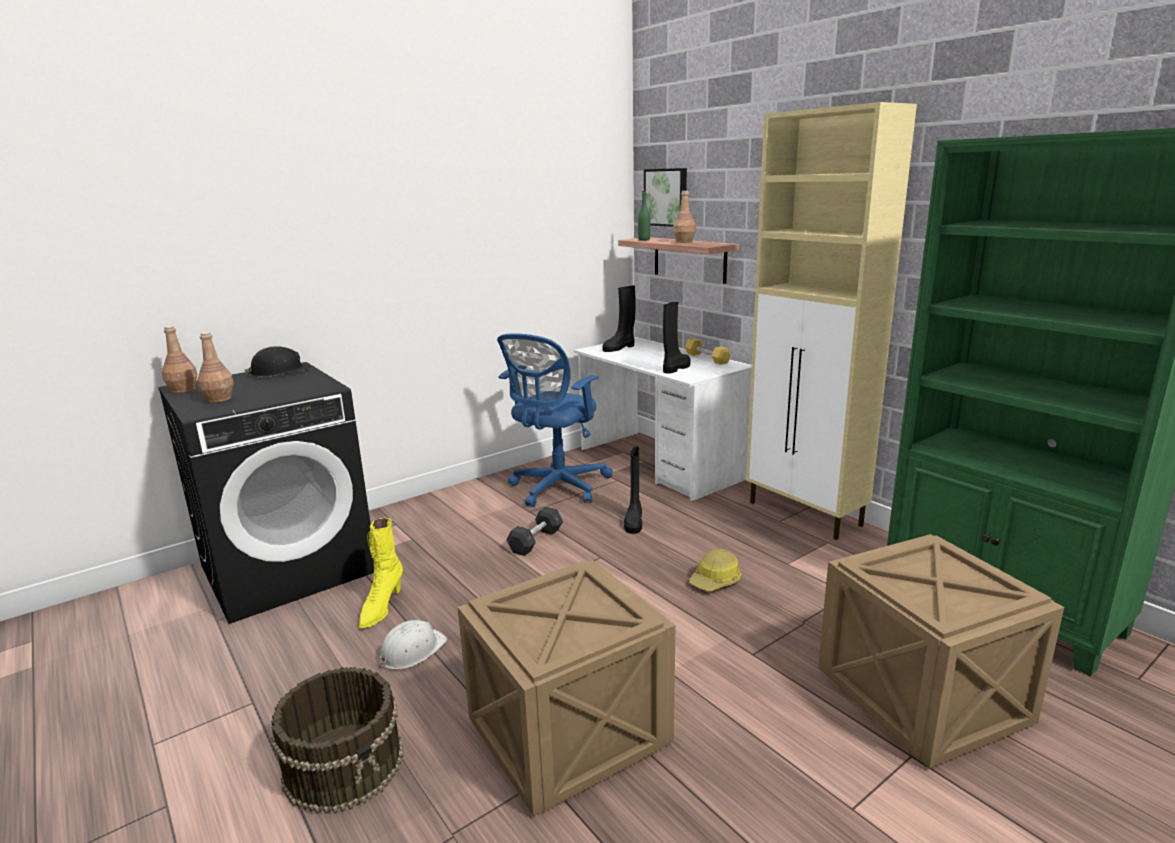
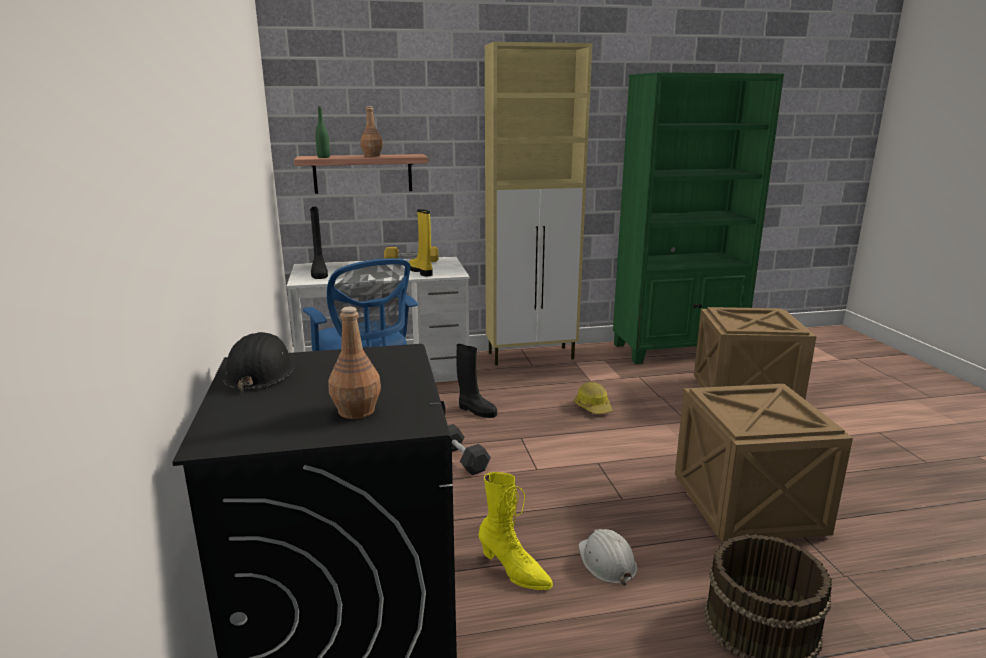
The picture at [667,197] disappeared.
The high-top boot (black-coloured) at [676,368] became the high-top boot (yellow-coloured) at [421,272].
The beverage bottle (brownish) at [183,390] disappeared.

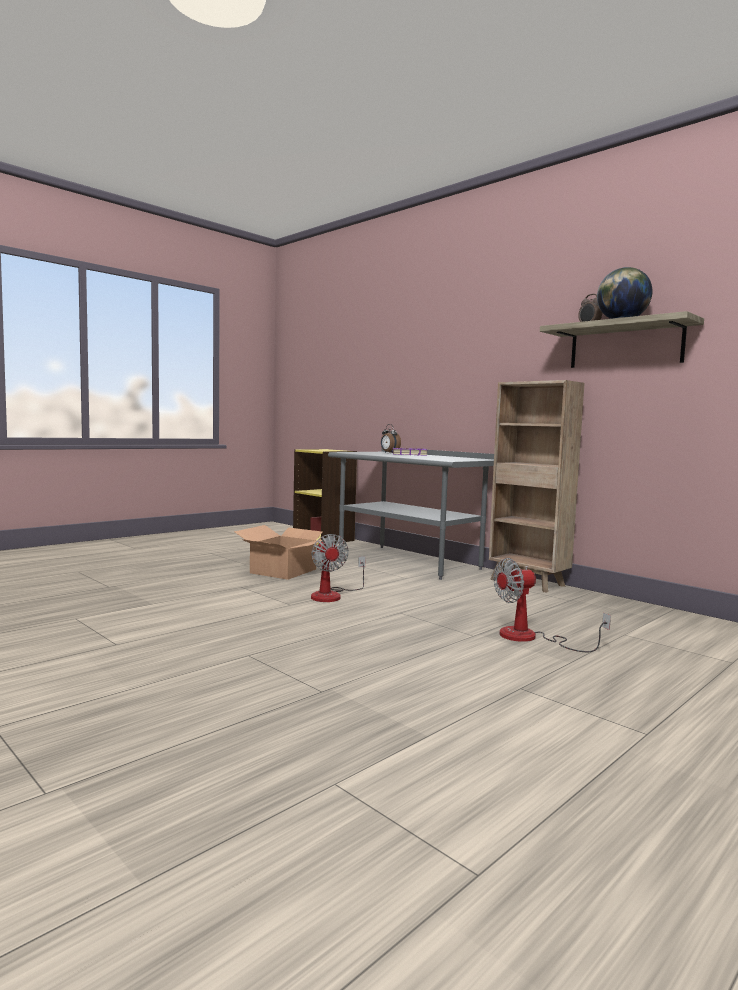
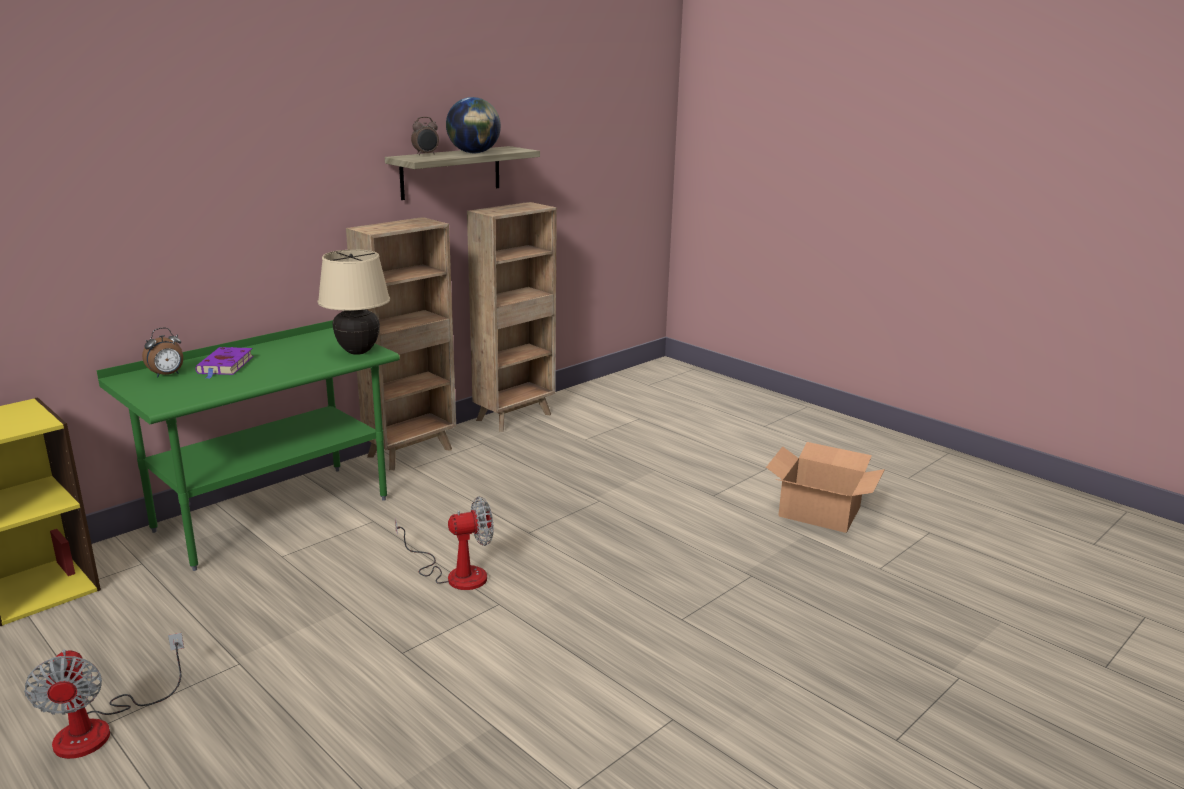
The desk unit (grey) at [408,561] became the desk unit (greenish) at [273,514].
The cardboard box moved from [284,571] to [819,511].
The fan moved from [531,638] to [101,728].
The bookcase (brownish) at [515,417] appeared.
The tabletop lamp (beige-coloured) at [358,351] appeared.

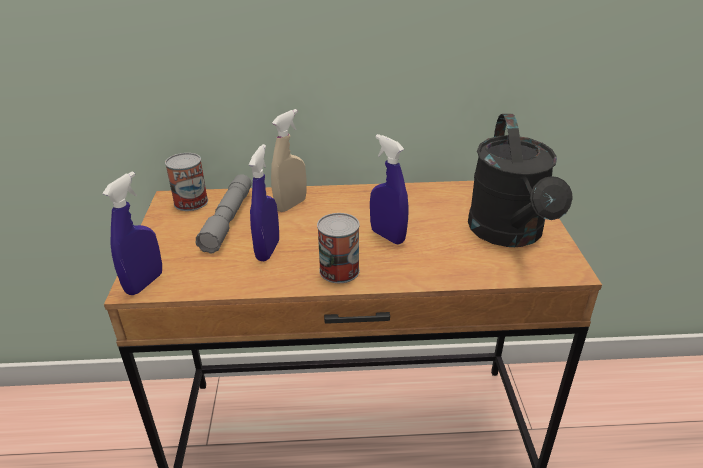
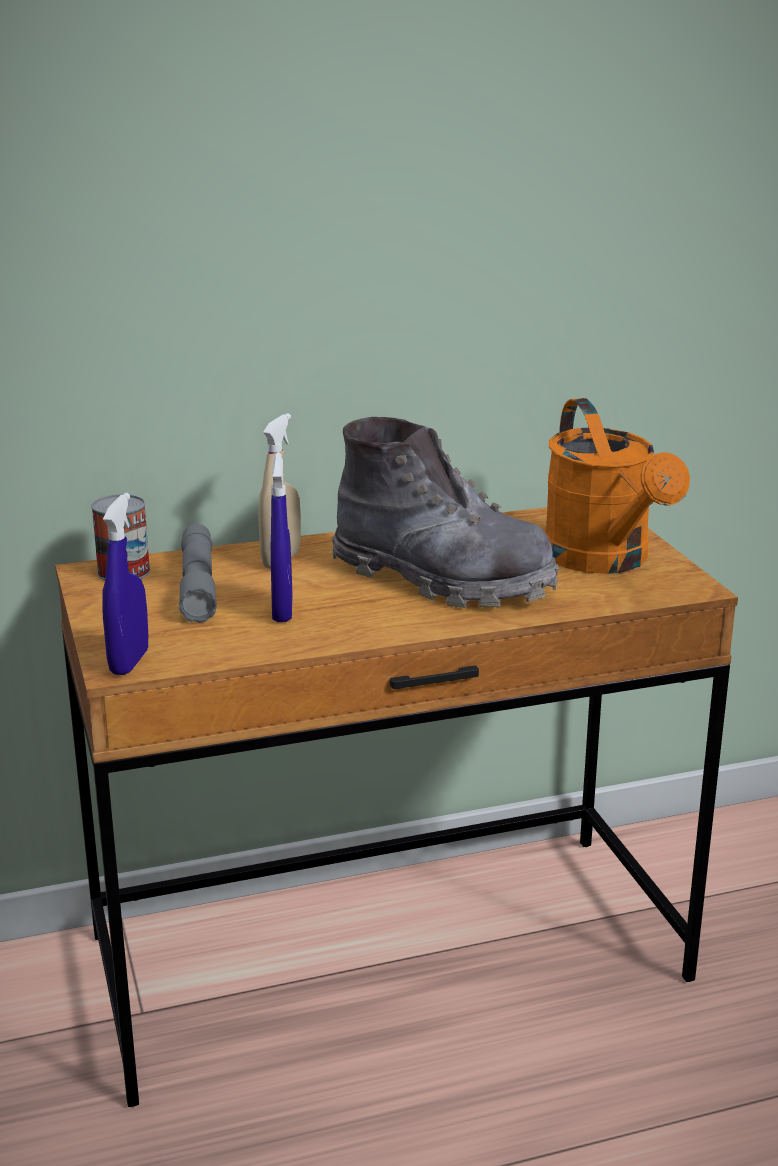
The watering can (black-coloured) at [509,234] became the watering can (orange) at [605,561].
The sprayer (blue) at [387,236] was replaced by the high-top boot (grey) at [442,579].
The can at [339,270] disappeared.

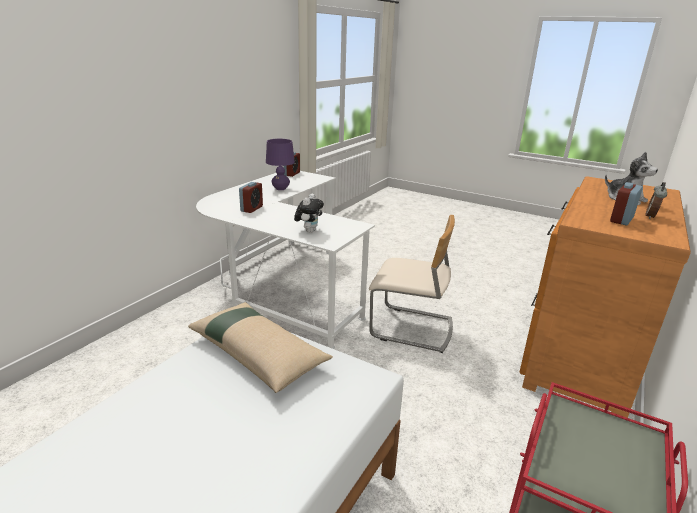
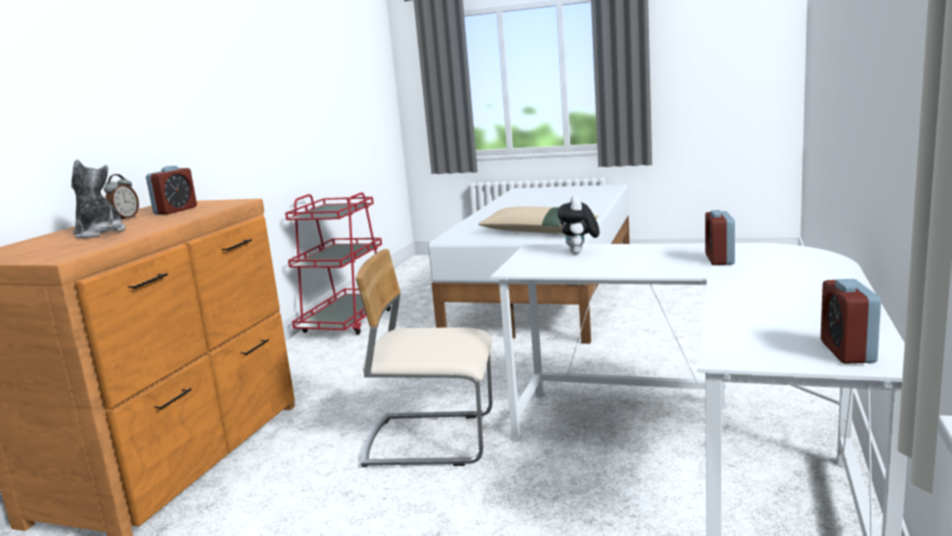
The tabletop lamp (purple) at [281,188] disappeared.

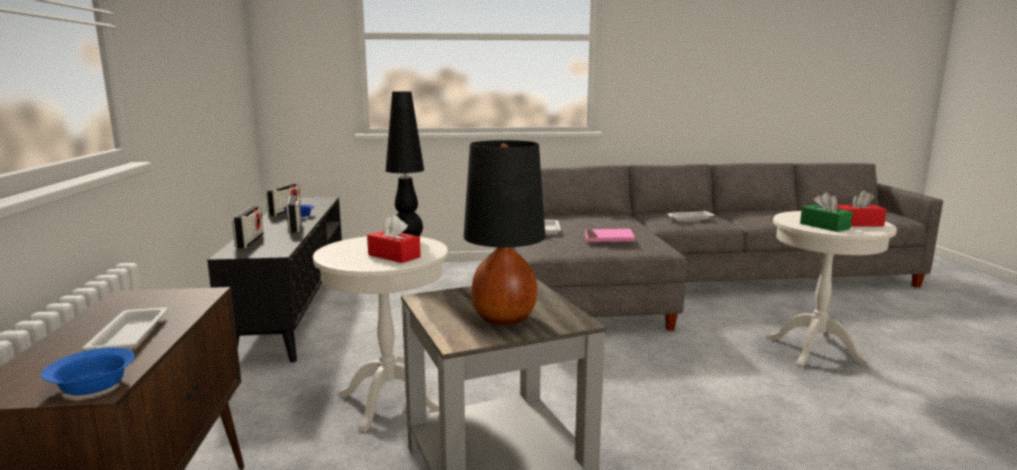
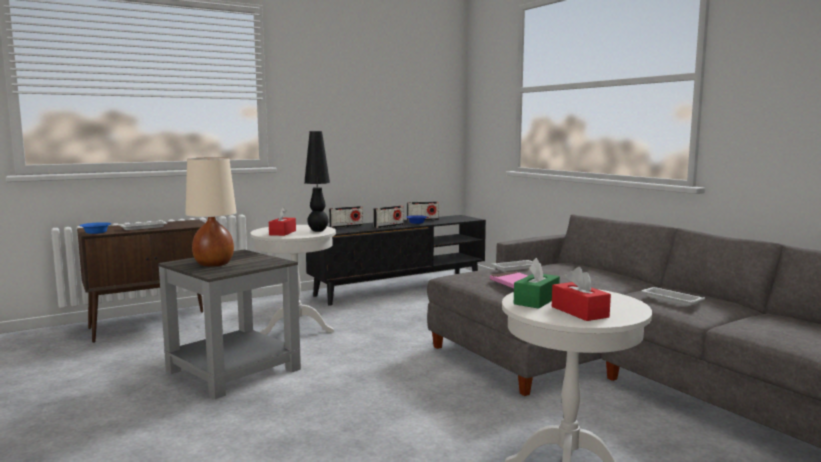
The tabletop lamp (black-coloured) at [503,318] became the tabletop lamp (beige-coloured) at [213,264].

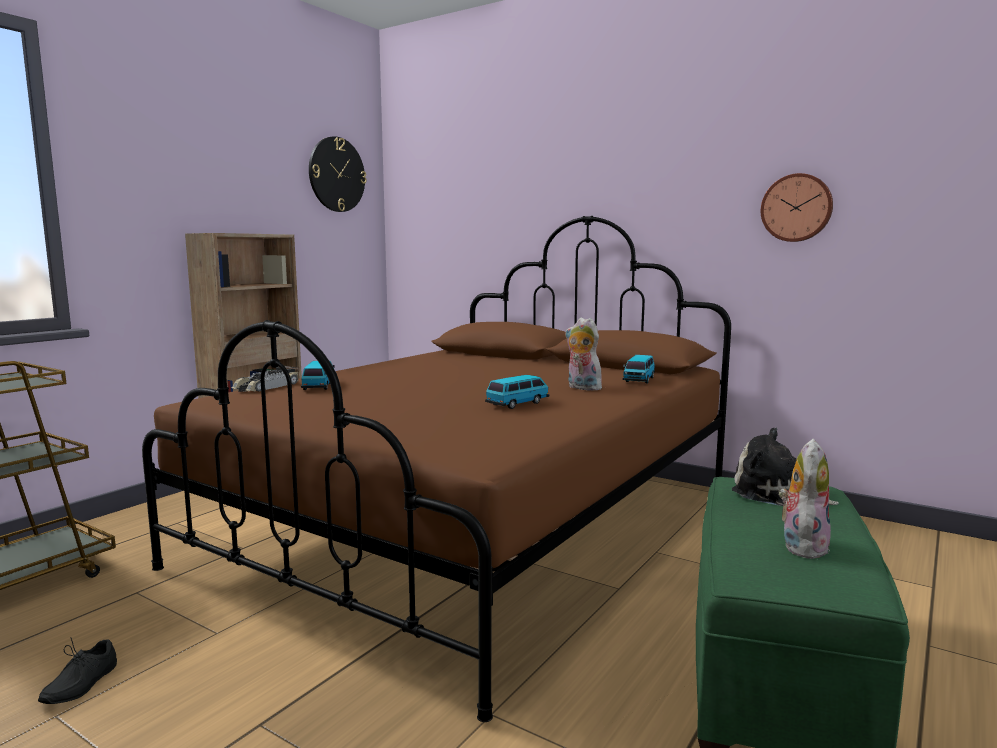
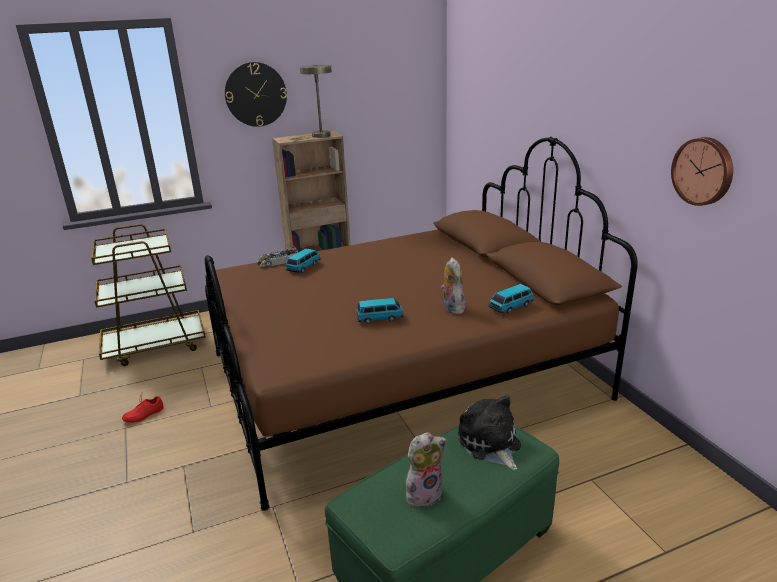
The hanging clock moved from [336,174] to [256,94].
The item of footwear (black-coloured) at [78,684] became the item of footwear (red) at [143,414].
The tabletop lamp (beige-coloured) at [318,136] appeared.

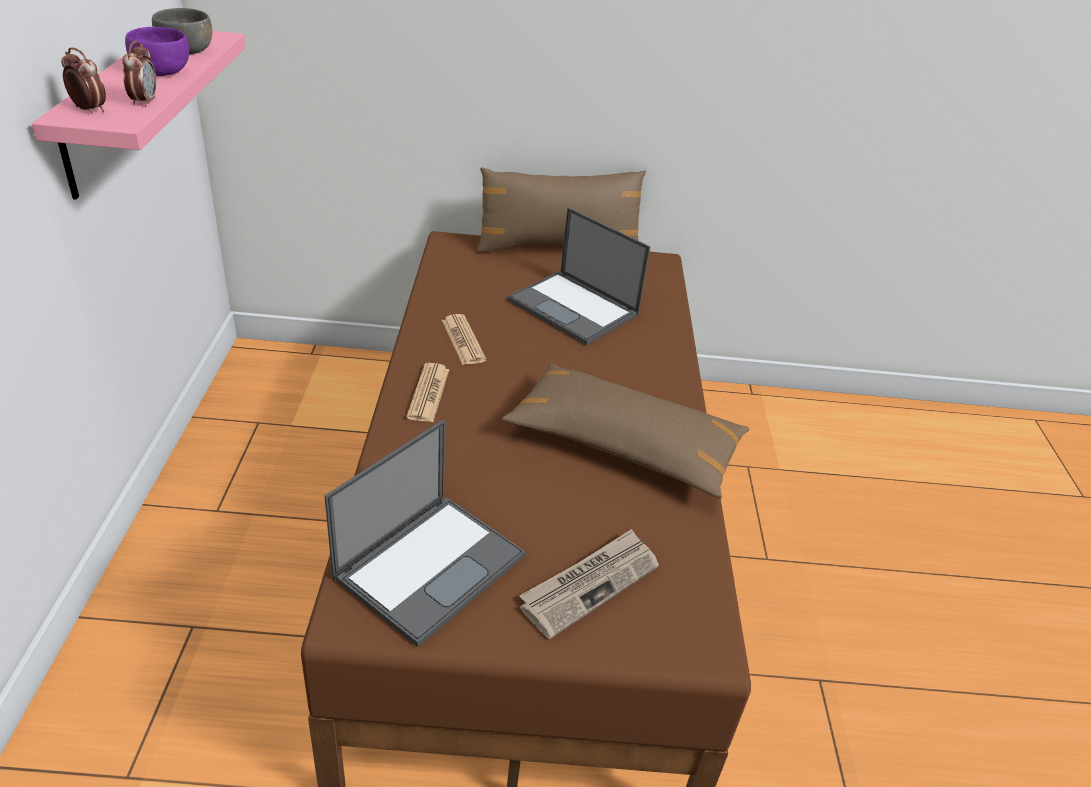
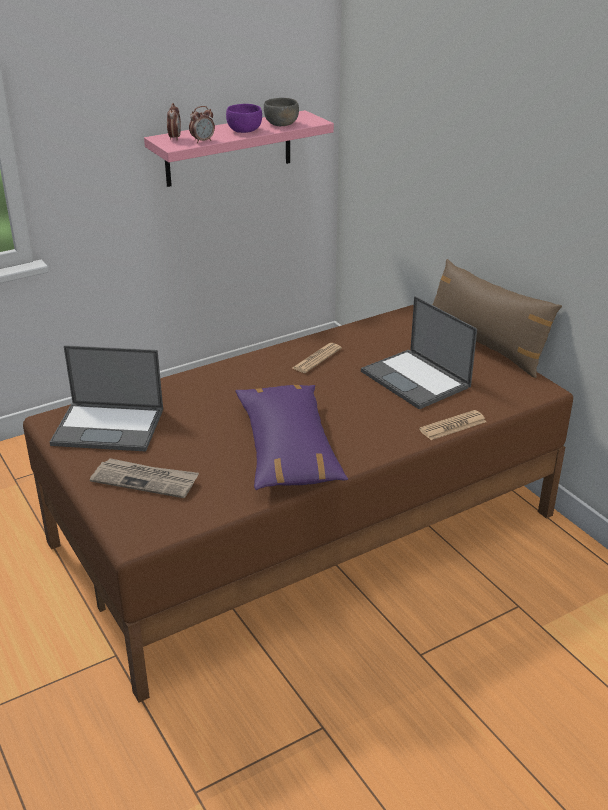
The notebook computer at [575,308] turned 45 degrees counterclockwise.
The daily paper moved from [428,393] to [453,426].
The throw pillow (brownish) at [623,444] became the throw pillow (purple) at [288,449].

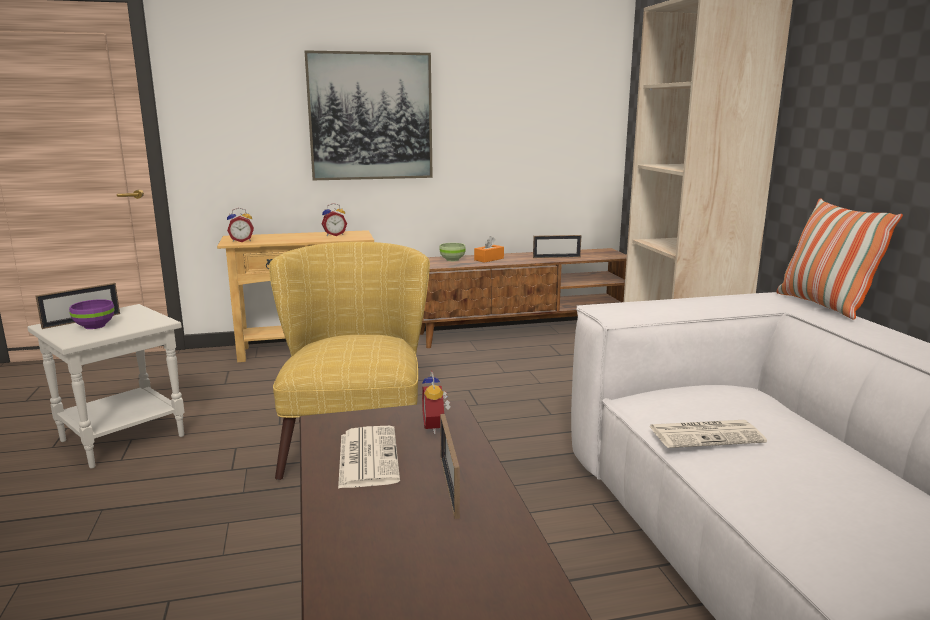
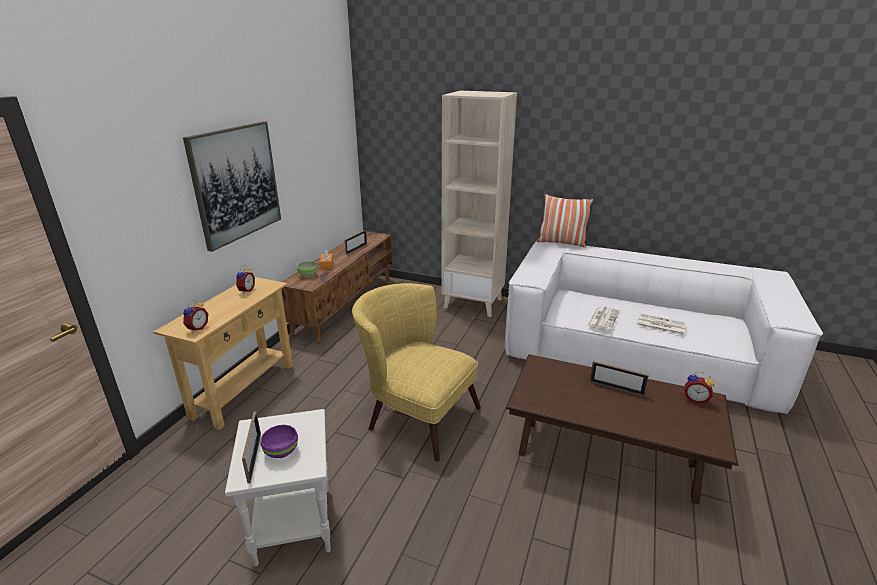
The bedside clock moved from [436,427] to [695,399].
The daily paper moved from [367,457] to [660,325].

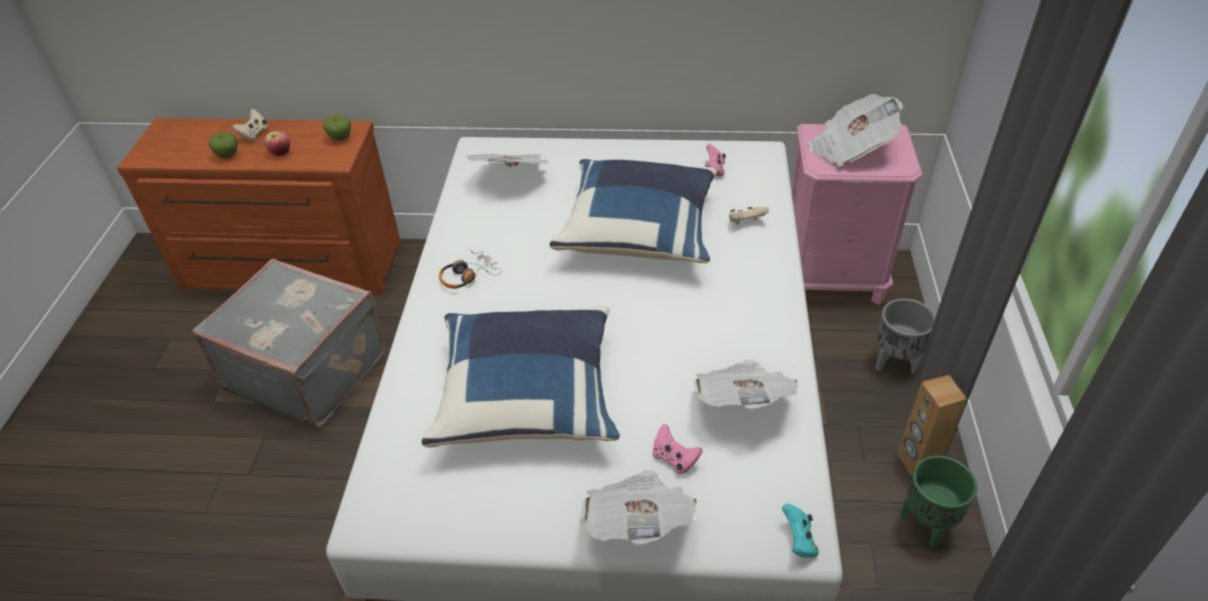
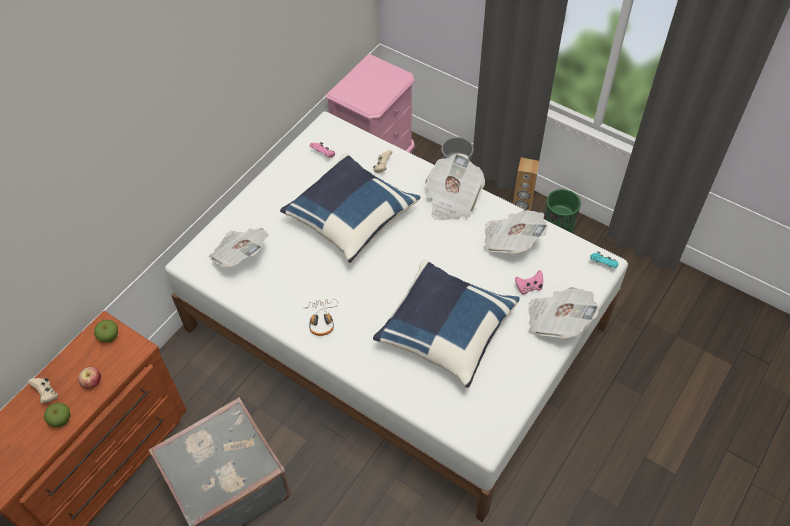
The daily paper moved from [850,148] to [452,199].

